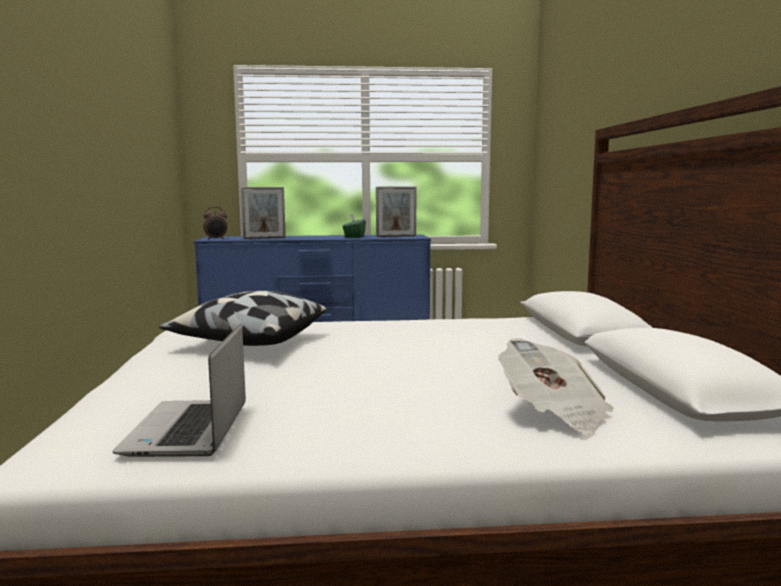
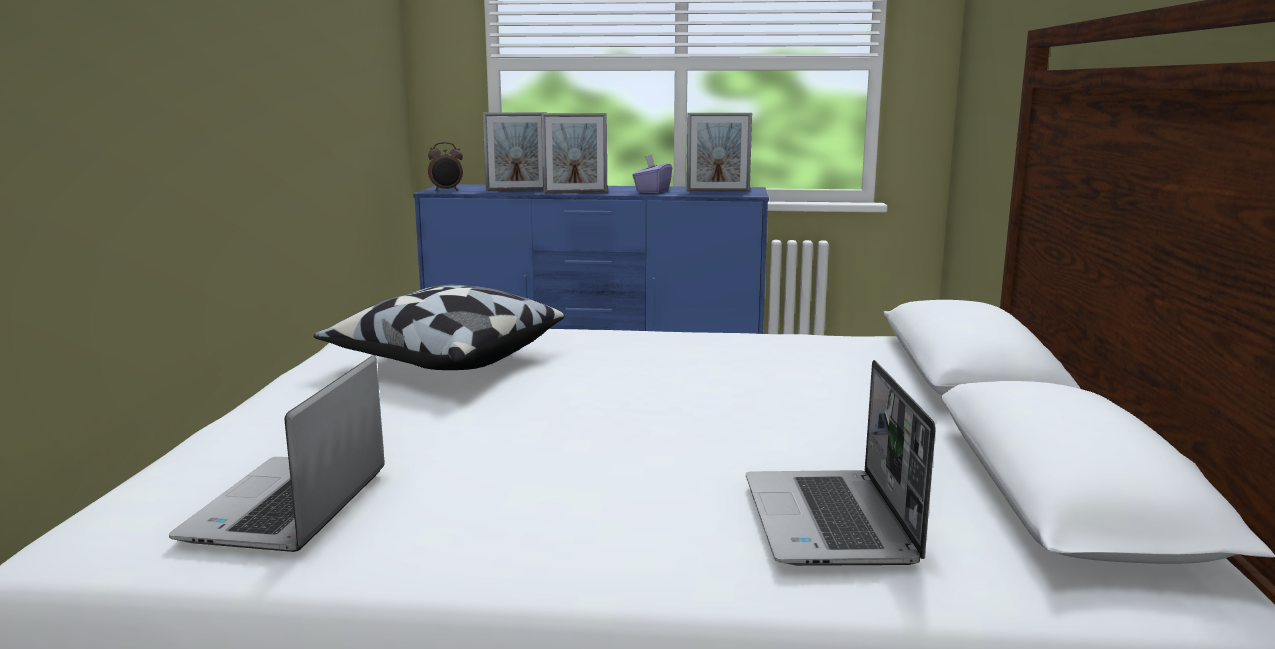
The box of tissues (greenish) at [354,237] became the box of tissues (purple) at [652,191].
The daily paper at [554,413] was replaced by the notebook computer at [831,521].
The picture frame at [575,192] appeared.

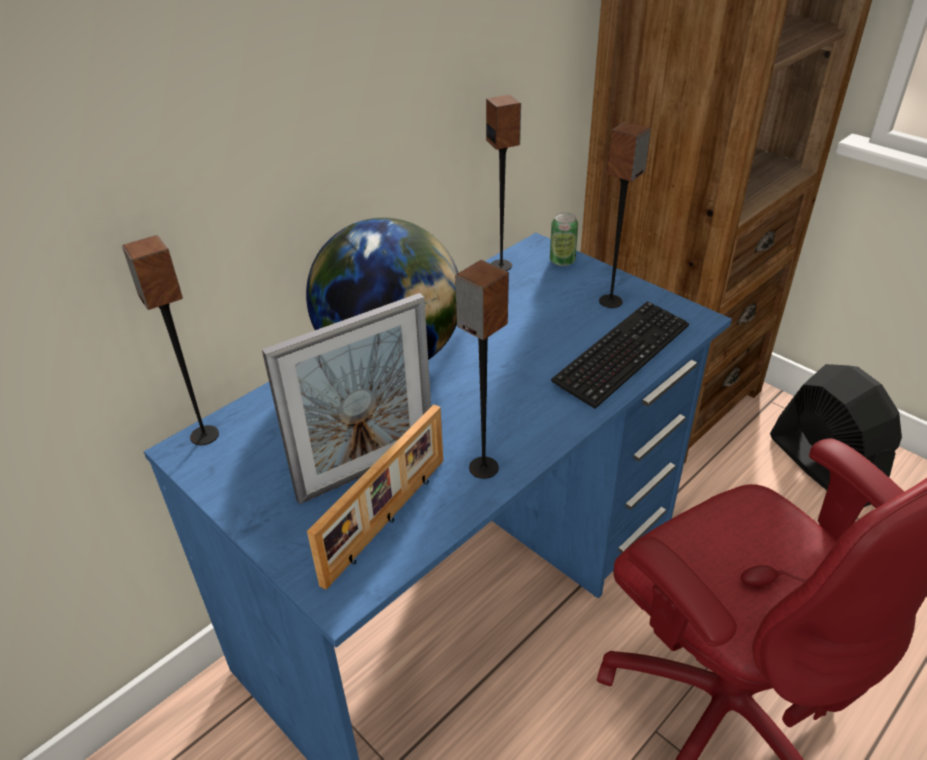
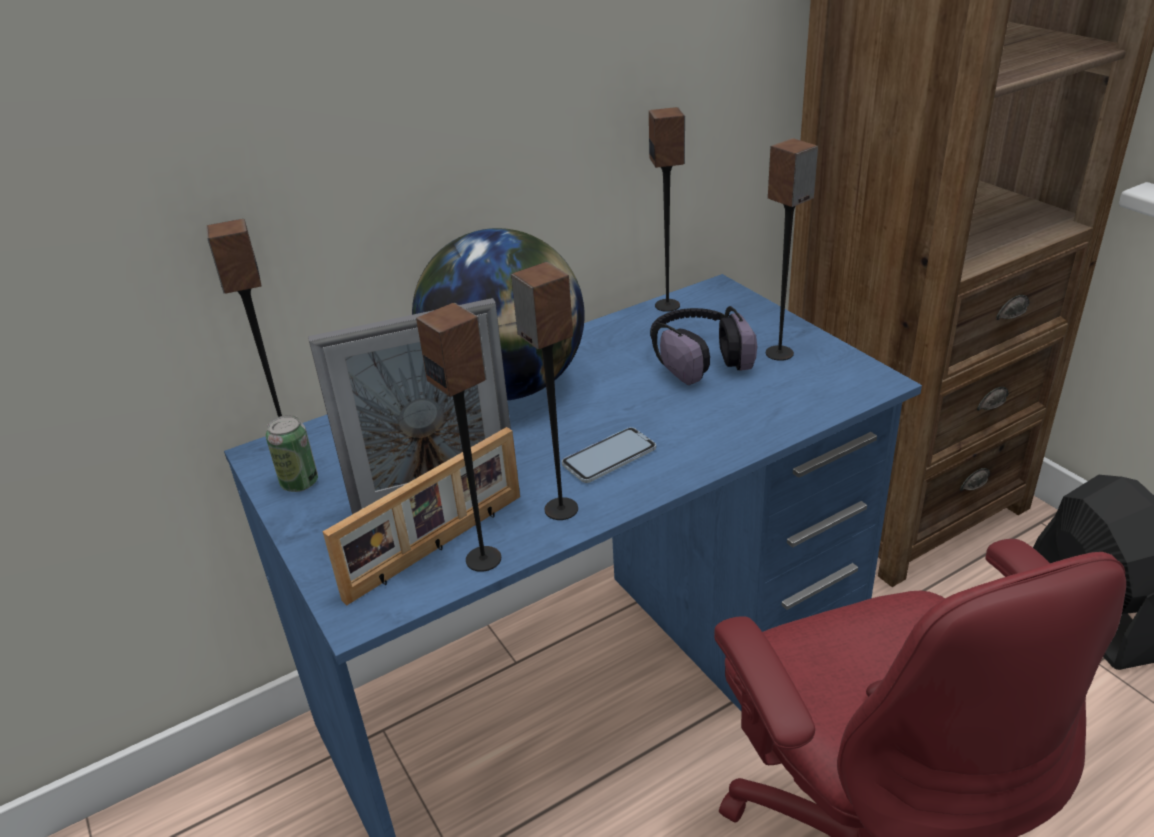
The can moved from [562,261] to [299,483].
The computer keyboard at [622,355] disappeared.
The speaker at [484,559] appeared.
The headset at [698,358] appeared.
The phone at [609,457] appeared.

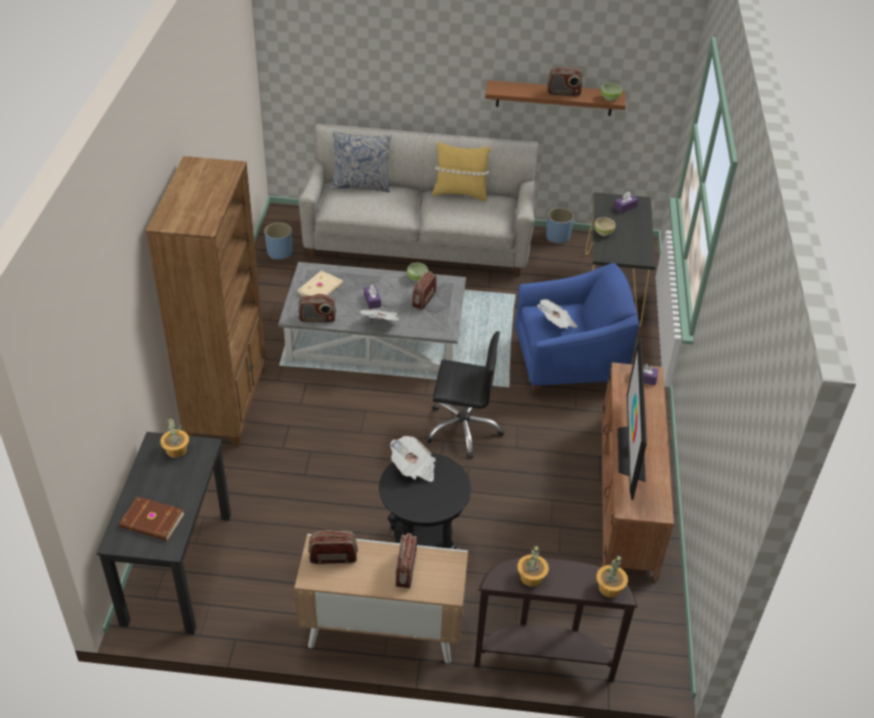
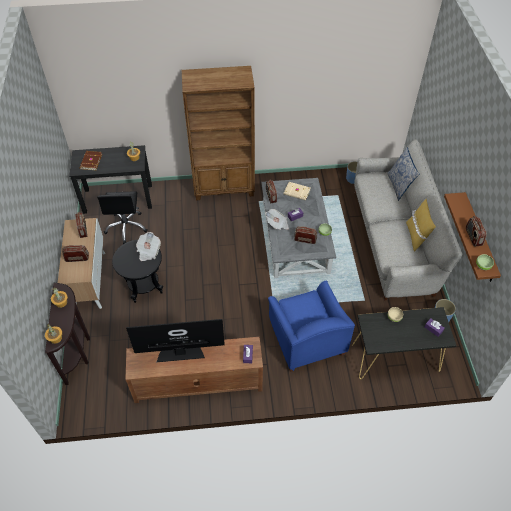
The daily paper at [556,323] disappeared.
The desk chair (black-coloured) moved from [463,429] to [126,227].

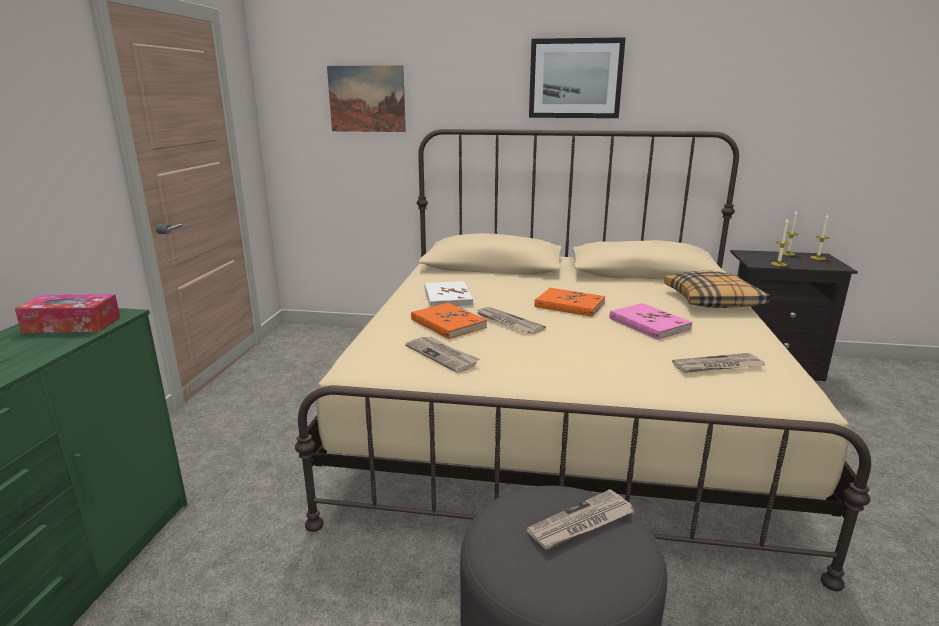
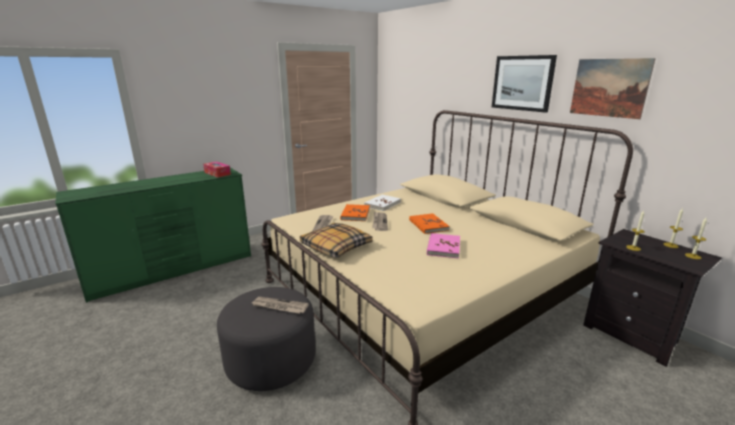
The picture moved from [367,99] to [609,88].
The throw pillow moved from [712,301] to [335,247].
The daily paper at [717,366] disappeared.

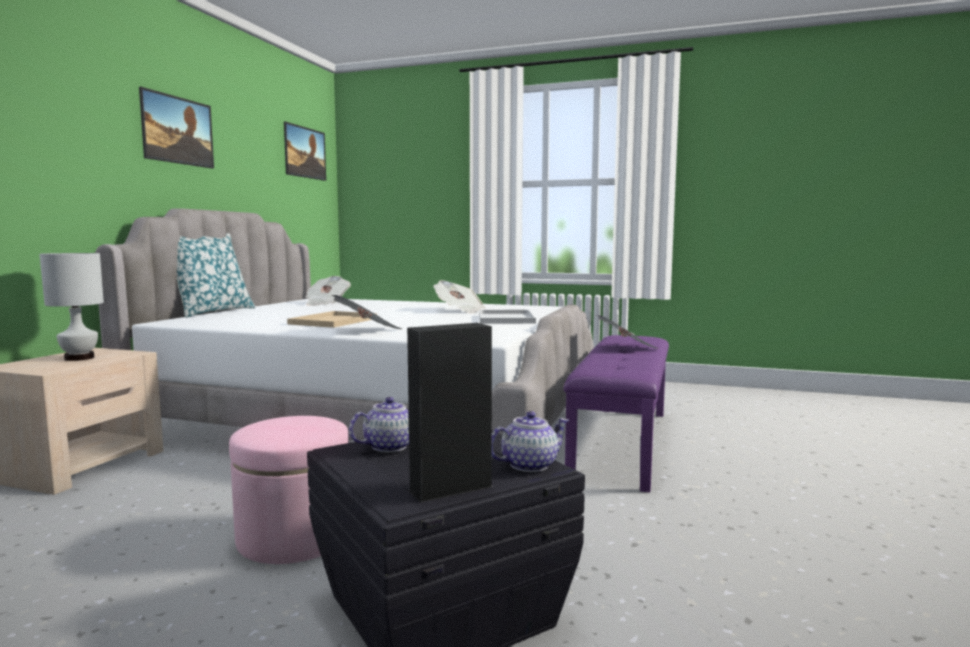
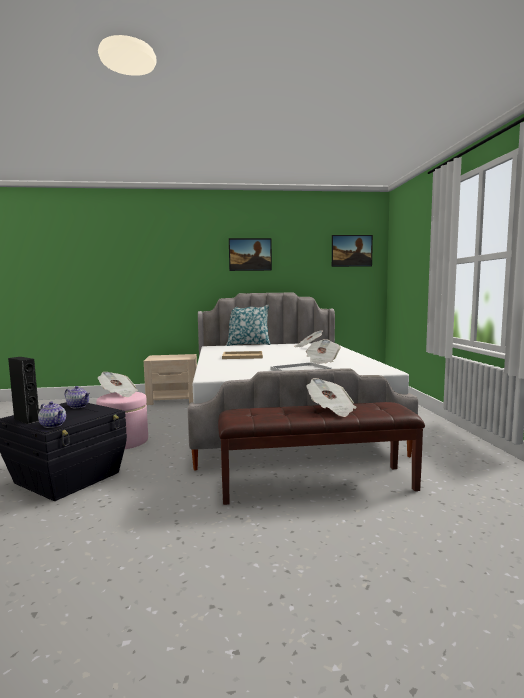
The tabletop lamp (whitish) at [79,358] disappeared.
The daily paper moved from [367,331] to [118,394].
The long seat (purple) at [620,442] became the long seat (brownish) at [317,483].

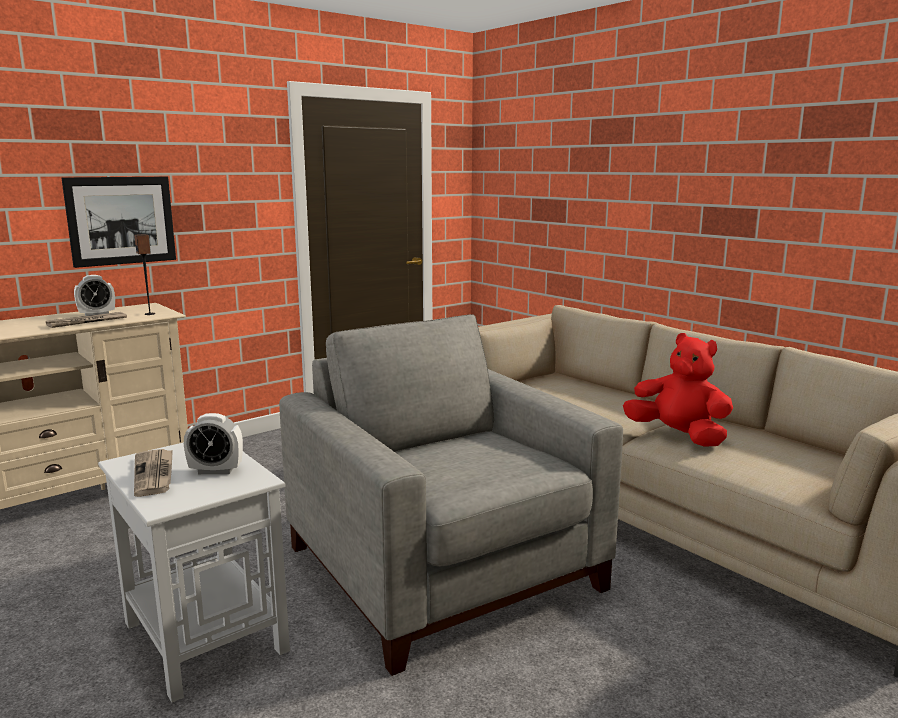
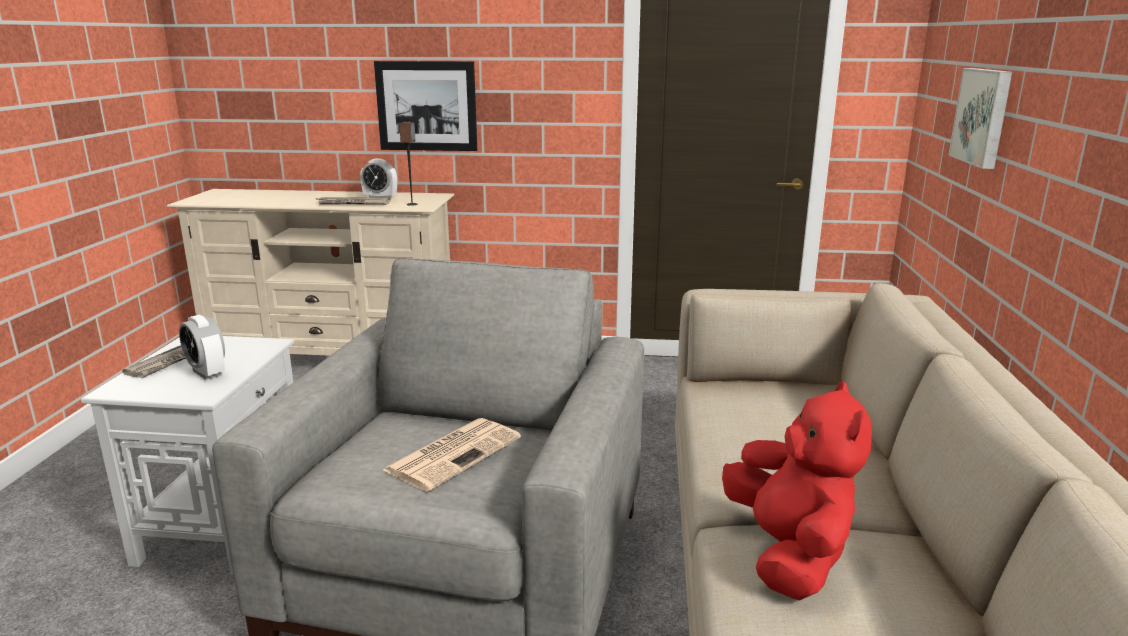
The picture at [983,116] appeared.
The daily paper at [454,453] appeared.

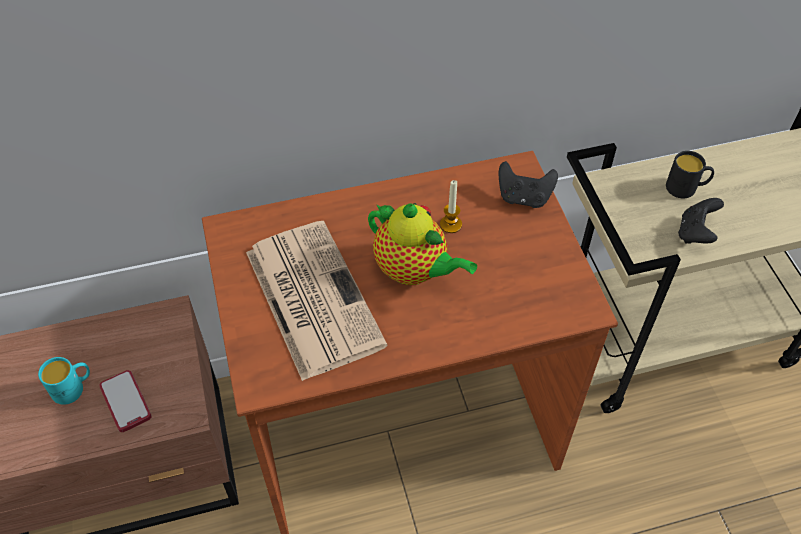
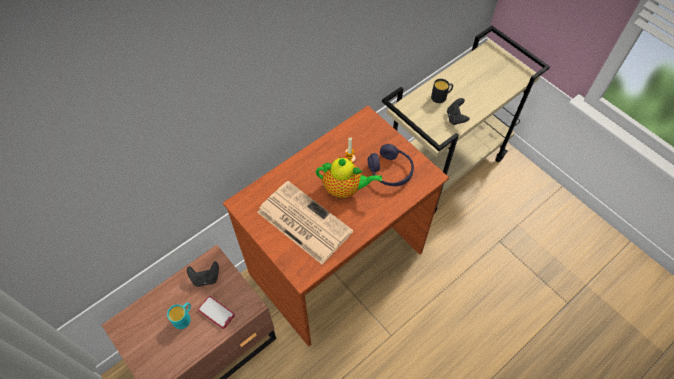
The gamepad (black-coloured) moved from [524,197] to [205,278].
The headset (purple) at [390,171] appeared.

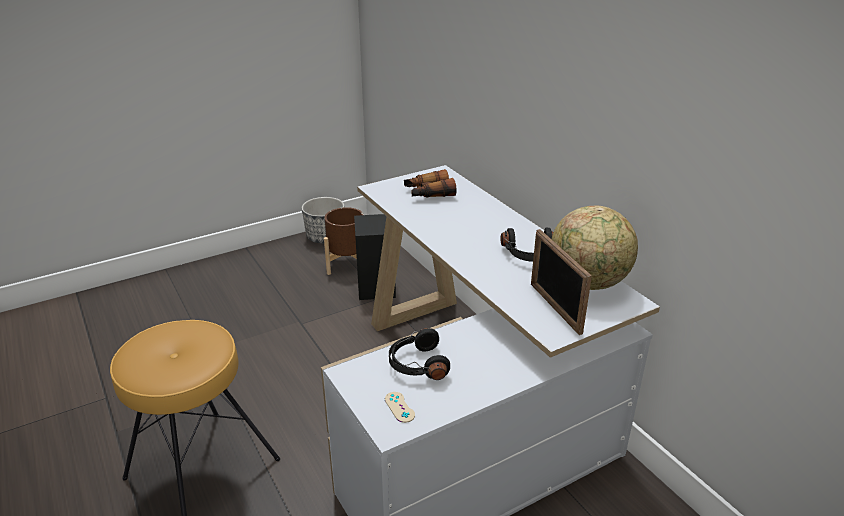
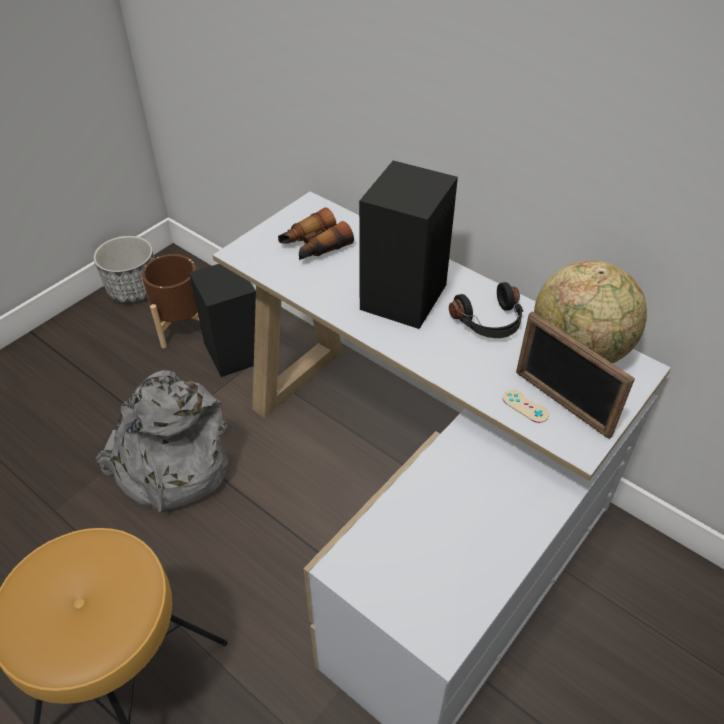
The headset (black-coloured) at [417,365] disappeared.
The gamepad (beige-coloured) moved from [399,407] to [525,406].
The speaker (black-coloured) at [404,295] appeared.
The knapsack (grey) at [170,465] appeared.

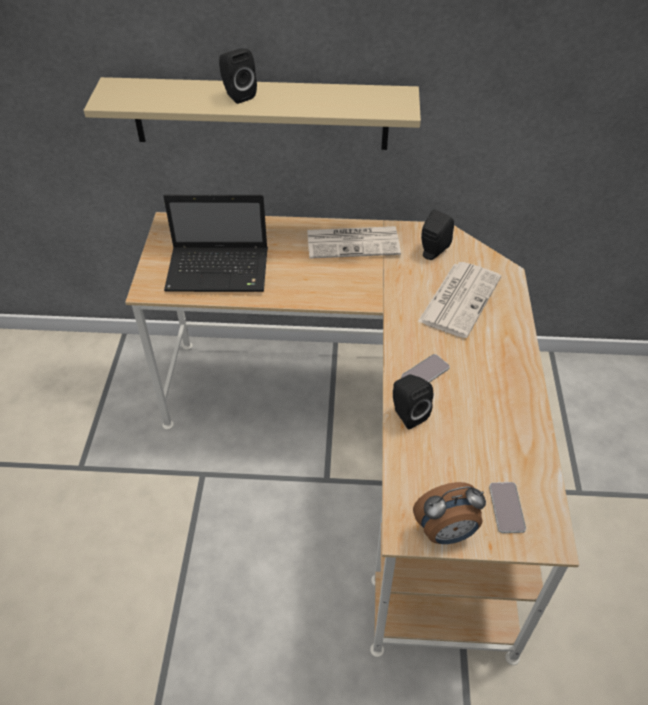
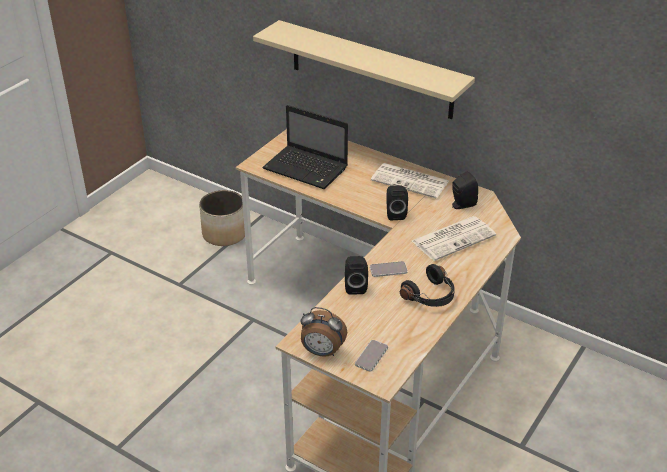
The speaker (black-coloured) moved from [237,95] to [395,213].
The flower pot at [225,234] appeared.
The headset (black-coloured) at [430,296] appeared.

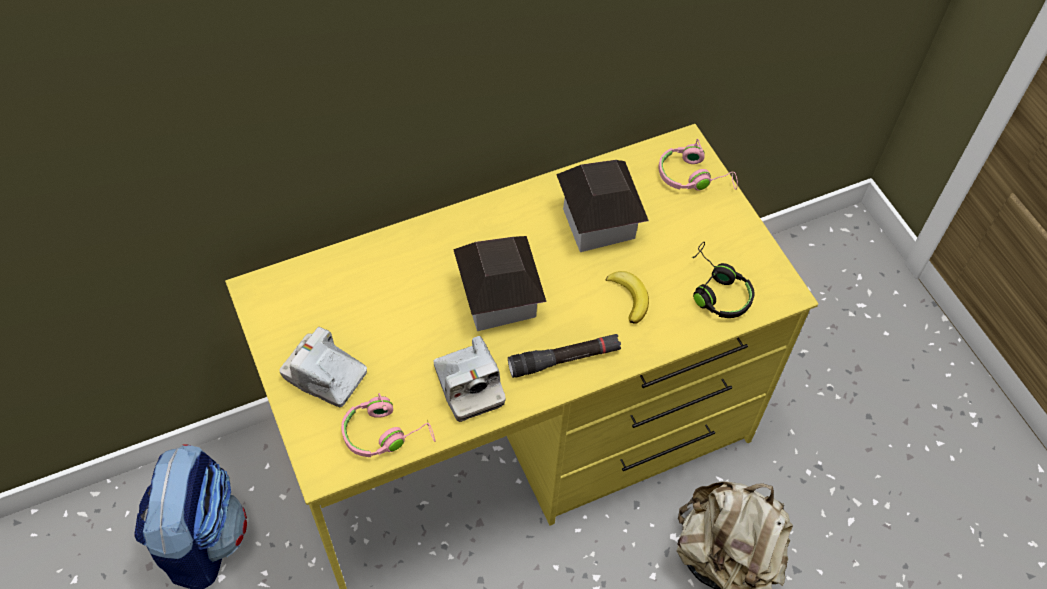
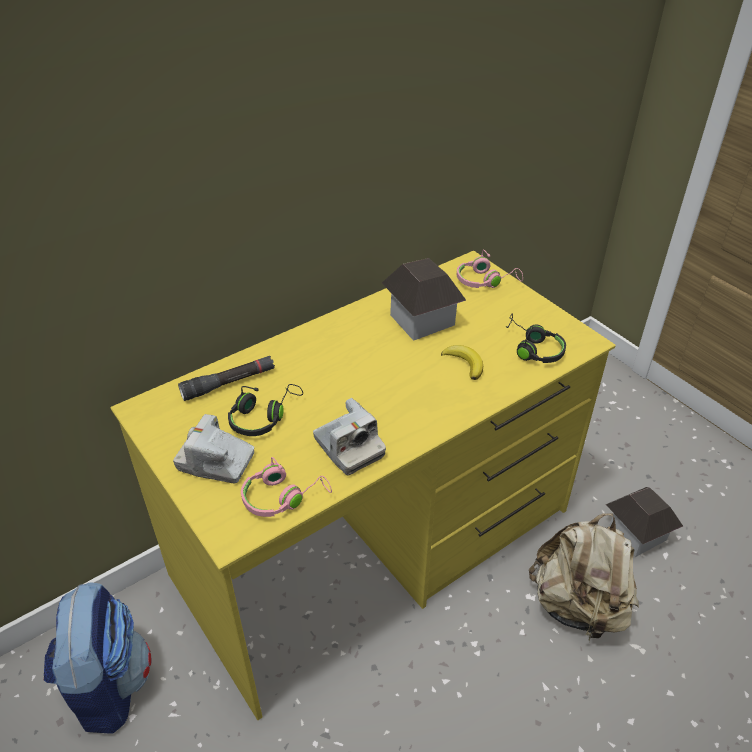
The toy house moved from [499,299] to [637,533].
The hand torch (black-coloured) moved from [564,359] to [229,383].
The headset (black-coloured) at [263,416] appeared.

